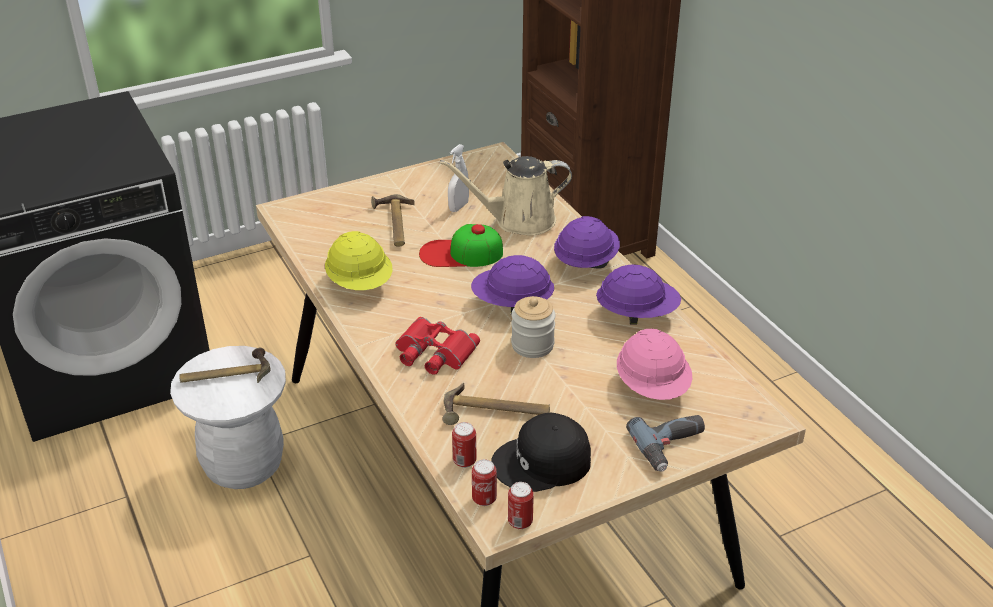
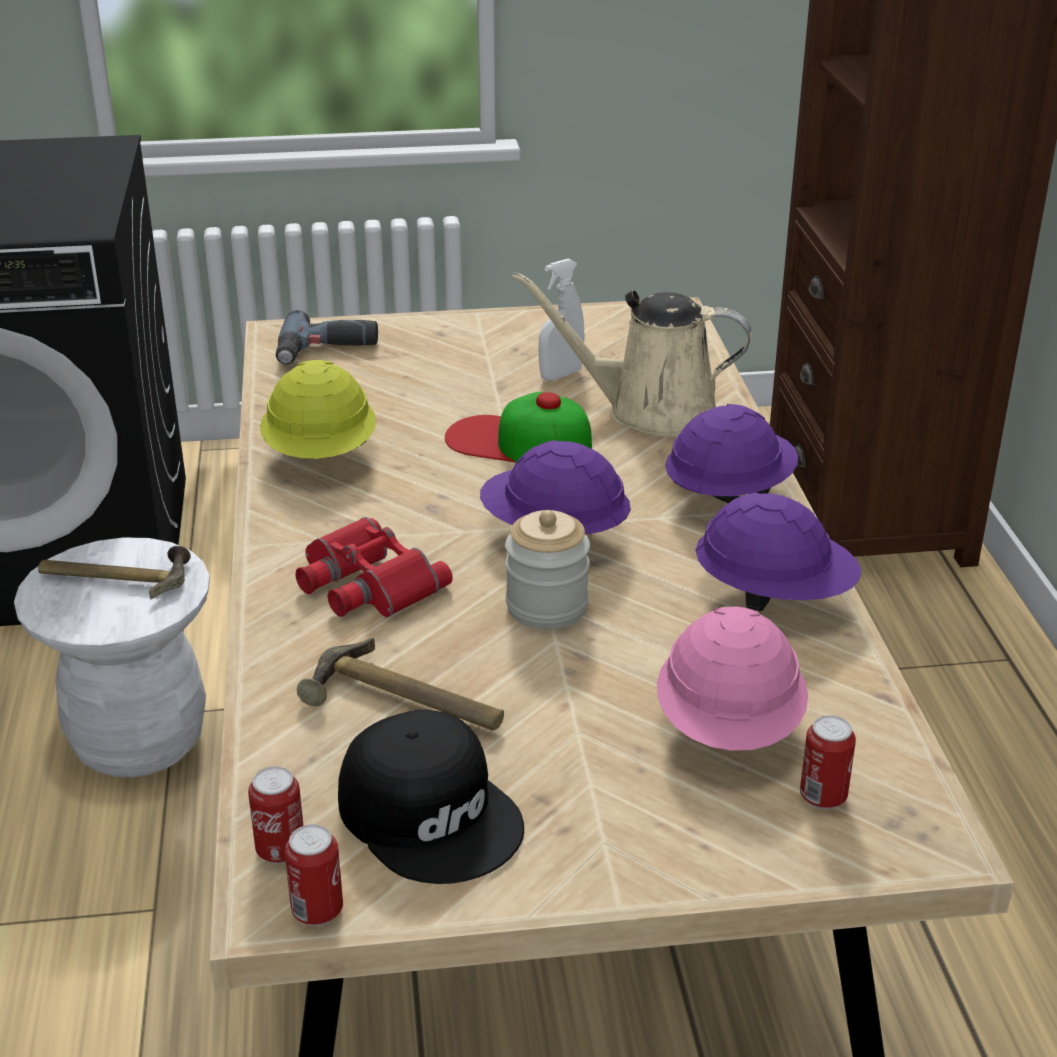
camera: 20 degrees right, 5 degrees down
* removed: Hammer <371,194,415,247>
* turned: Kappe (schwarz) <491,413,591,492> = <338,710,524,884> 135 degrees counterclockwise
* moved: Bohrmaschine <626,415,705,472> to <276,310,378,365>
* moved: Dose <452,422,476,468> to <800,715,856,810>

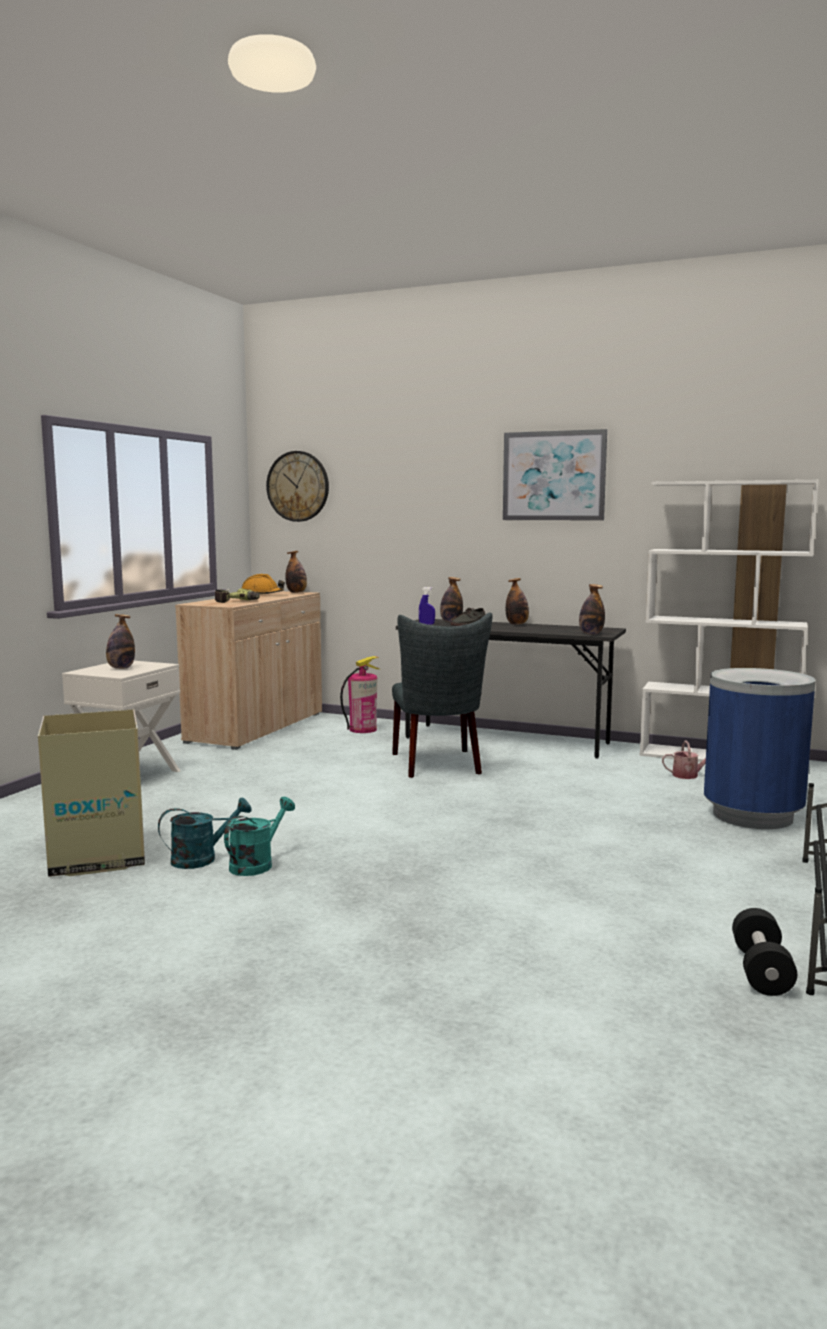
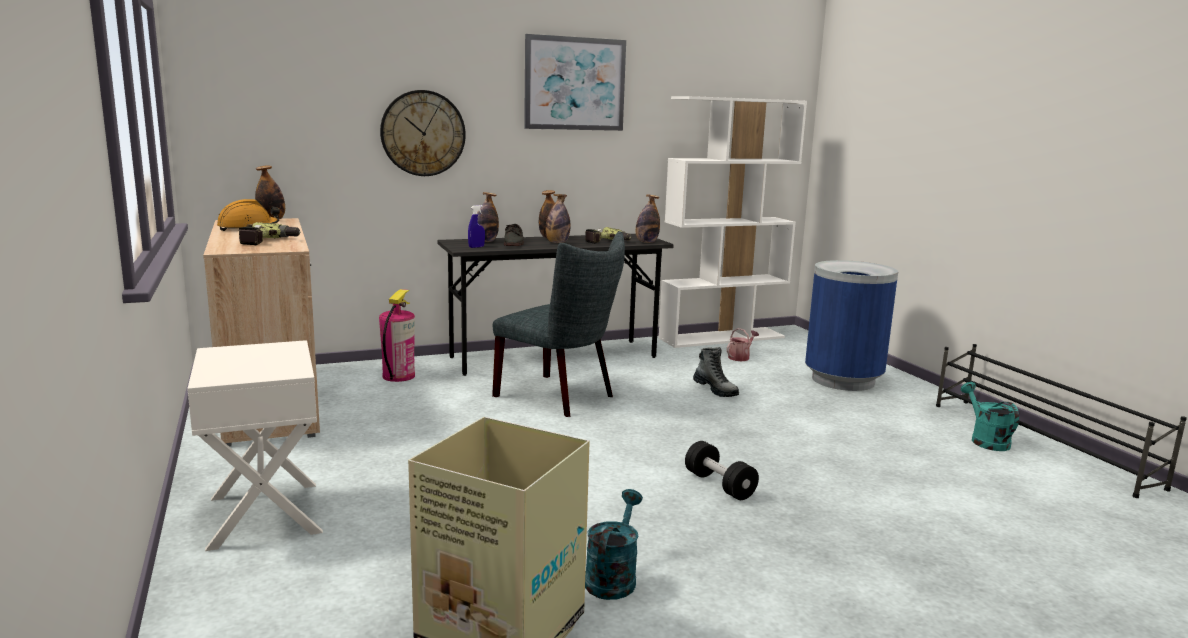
camera: 45 degrees left, 5 degrees up
* moved: Wanduhr <266,451,329,522> to <380,90,466,176>
* moved: Flasche <106,614,135,669> to <545,194,570,243>
* moved: Gießkanne (türkis) <224,797,295,876> to <961,382,1019,451>
* moved: Hantel (schwarz) <732,908,797,996> to <685,441,759,500>
* added: Bohrmaschine <585,227,631,244>
* added: Stiefel <693,347,739,397>

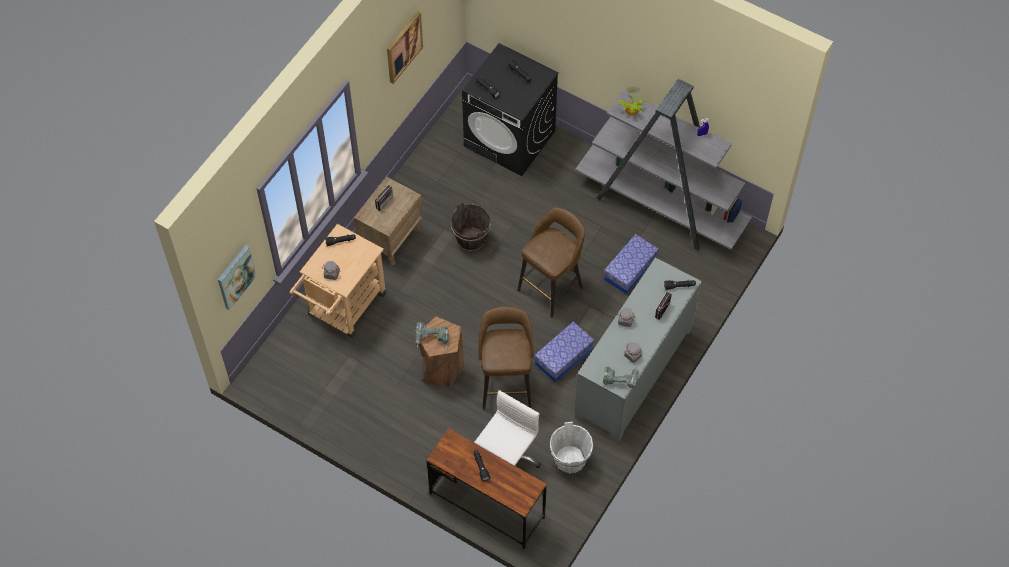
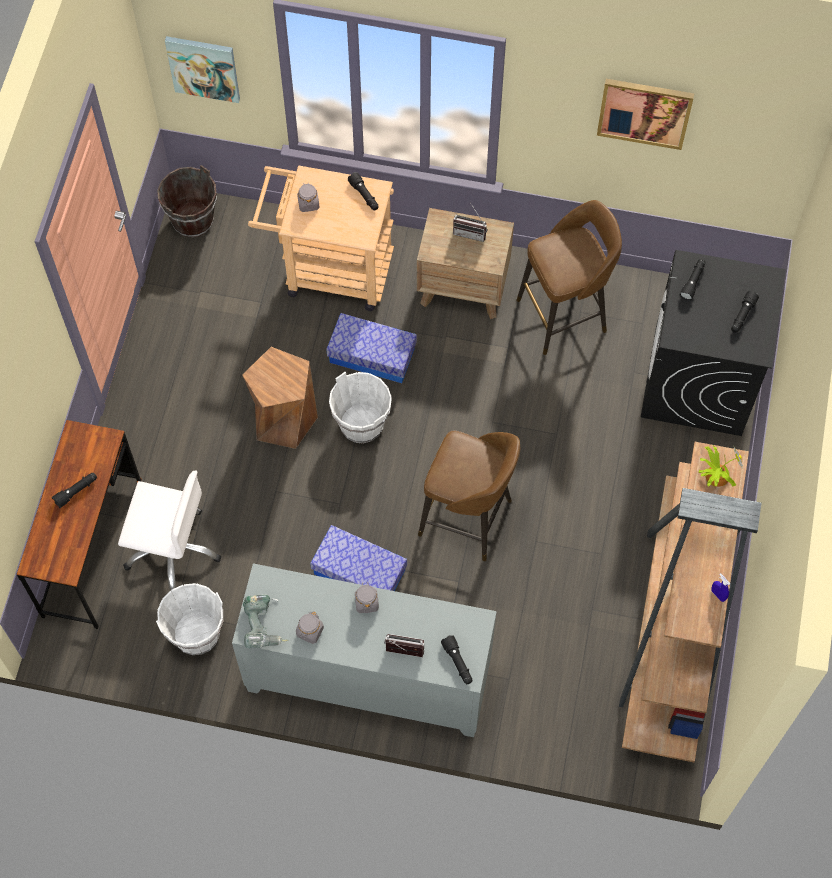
camera: 70 degrees right, 5 degrees up
* recoloured: Bücherregal (grau) <575,79,752,251> to Bücherregal (braun) <619,442,761,762>
* moved: Eimer (braun) <450,202,491,251> to <157,165,217,237>
* moved: Aufbewahrungsbox <603,234,659,295> to <326,313,417,383>
* moved: Hocker (braun) <479,306,534,409> to <516,200,622,355>
* removed: Bohrmaschine <415,322,449,349>
* added: Eimer (weiß) <329,372,392,443>

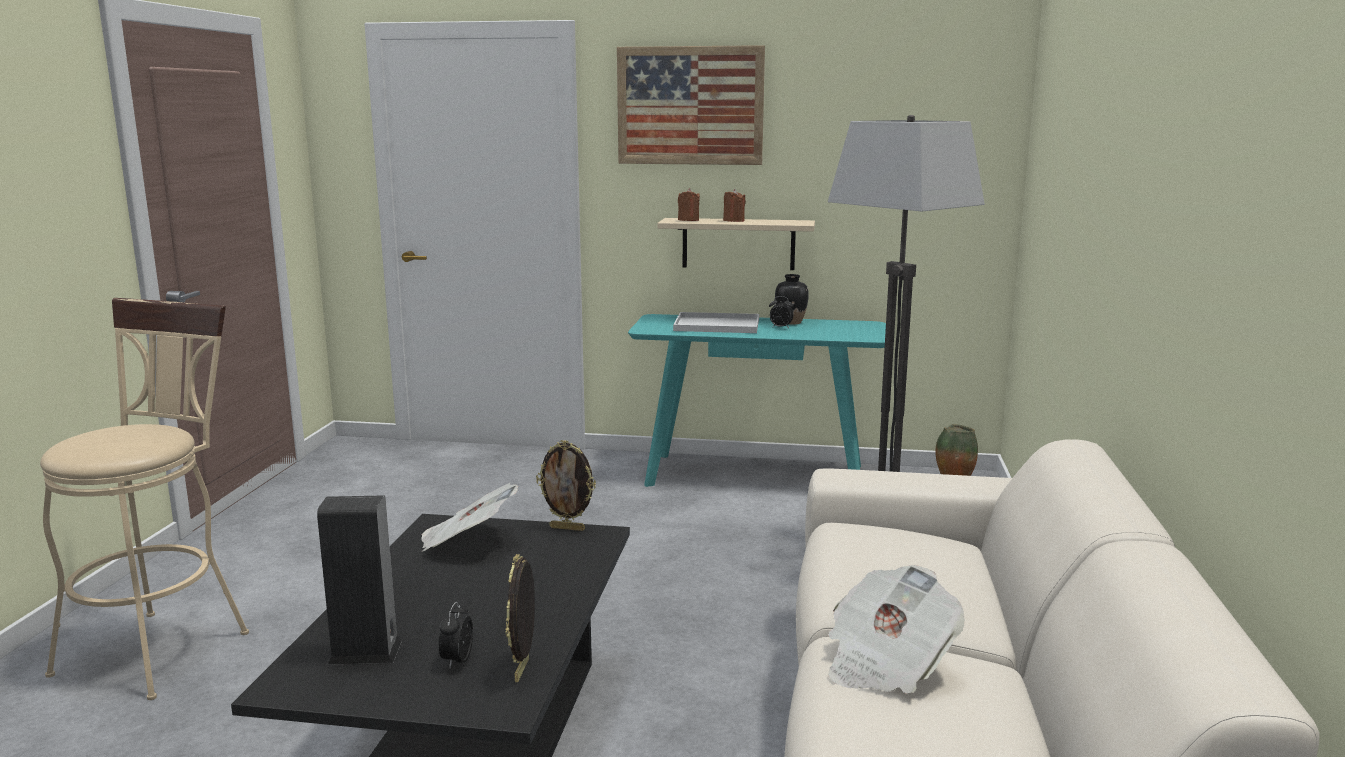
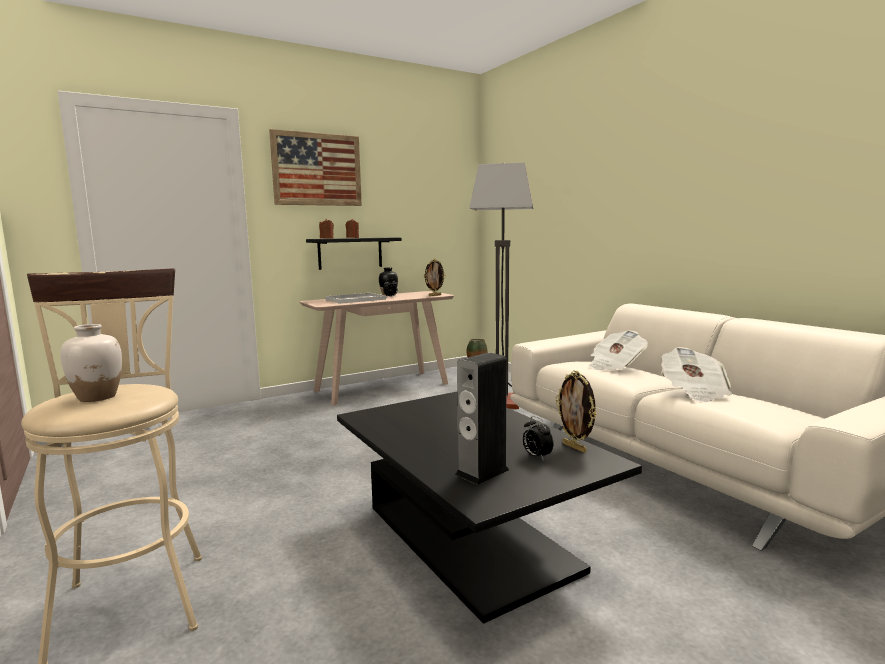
camera: 40 degrees left, 5 degrees down
* recoloured: Wandregal (beige) <657,218,815,270> to Wandregal (schwarz) <306,238,402,270>
* recoloured: Konsolentisch (türkis) <628,314,886,487> to Konsolentisch (beige) <300,291,454,405>
* moved: Bilderrahmen <536,440,596,531> to <424,259,446,296>
* moved: Zeitung <421,483,518,552> to <588,330,648,370>
* added: Vase (weiß) <60,324,122,402>

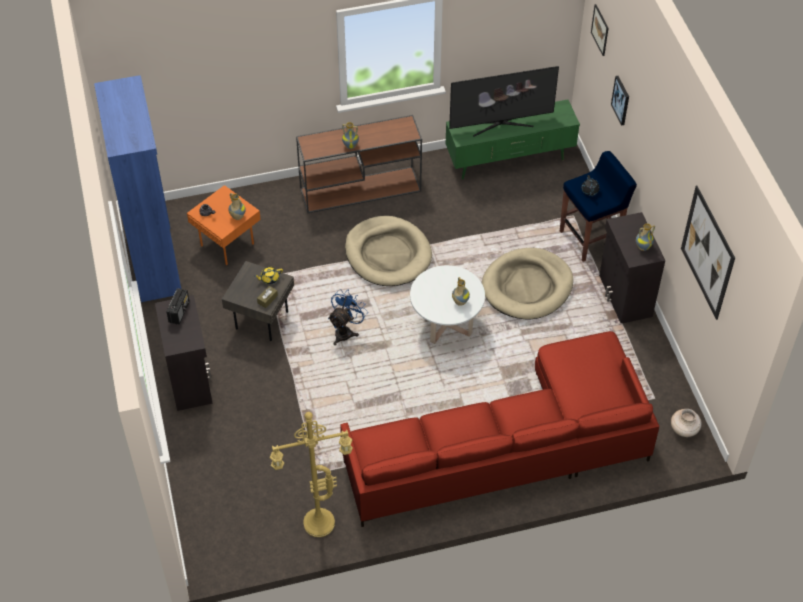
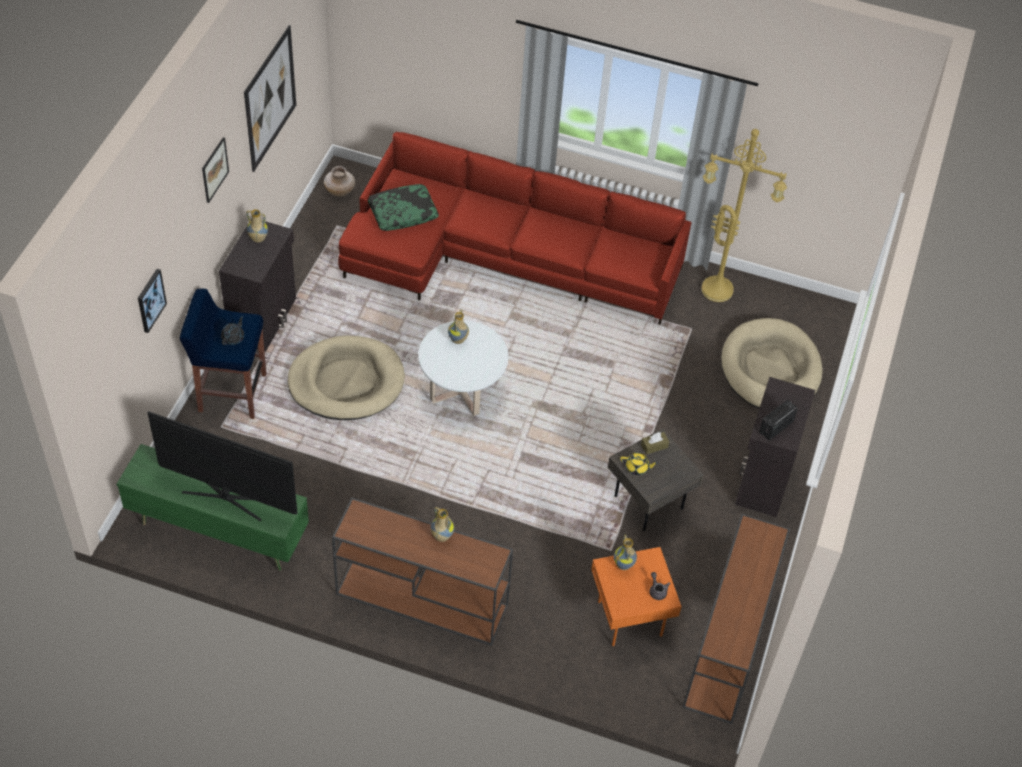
camera: 150 degrees left, 0 degrees up
* moved: Bild <591,4,608,56> to <202,137,229,203>
* replaced: Bücherregal (blau) <94,75,181,302> to Konsolentisch (braun) <682,514,790,724>
* moved: Hundebett (beige) <345,216,432,286> to <721,318,823,409>
* removed: Ventilator (blau) <328,289,368,345>
* added: Kissen <368,184,439,231>

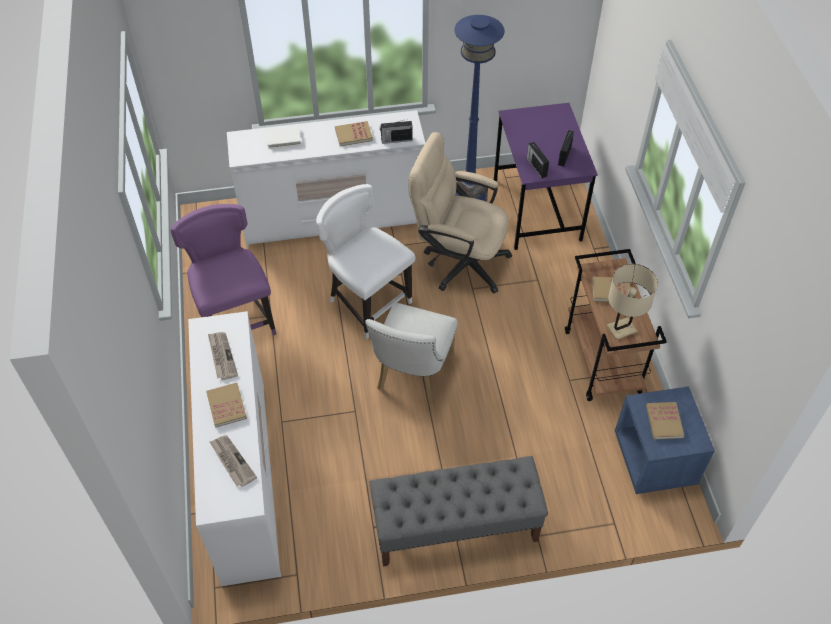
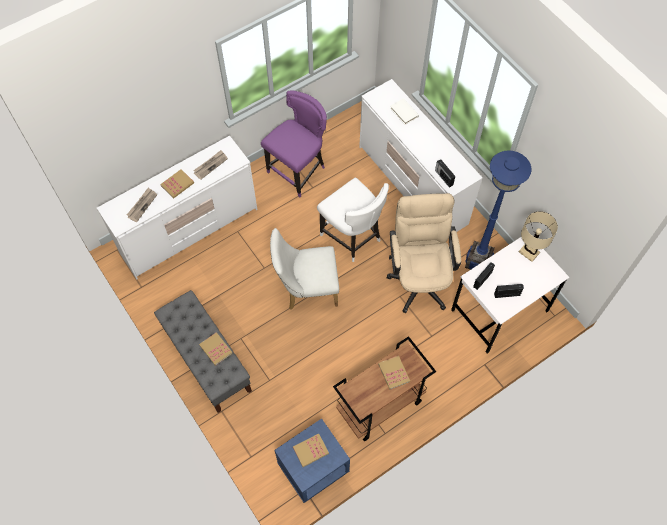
camera: 65 degrees right, 10 degrees up
* recoloured: Schreibtisch (lila) <494,103,598,250> to Schreibtisch (weiß) <451,237,570,353>
* moved: Buch <335,121,373,146> to <199,332,232,366>
* turned: Stuhl (weiß) <316,184,415,339> = <317,178,389,262> 120 degrees clockwise
* moved: Tischlampe (beige) <607,264,658,340> to <518,211,558,262>

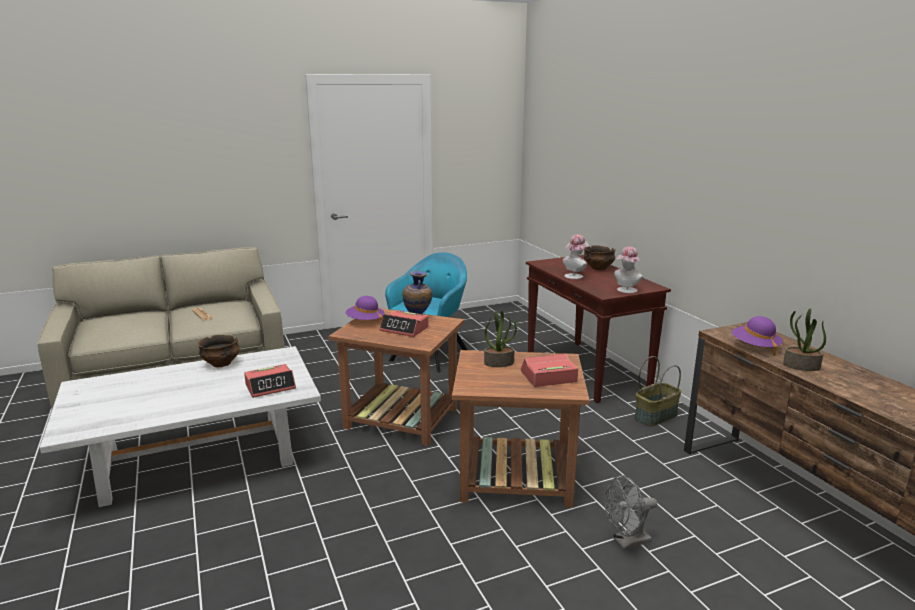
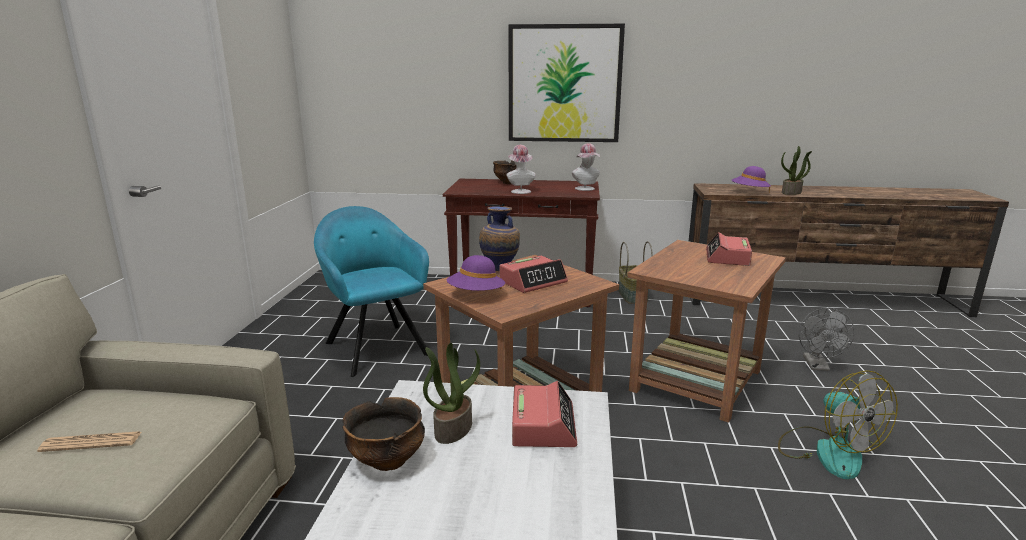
camera: 60 degrees left, 0 degrees up
* moved: Topfpflanze <484,310,517,367> to <423,343,480,444>
* added: Bild <509,24,625,142>
* added: Ventilator <778,370,898,479>

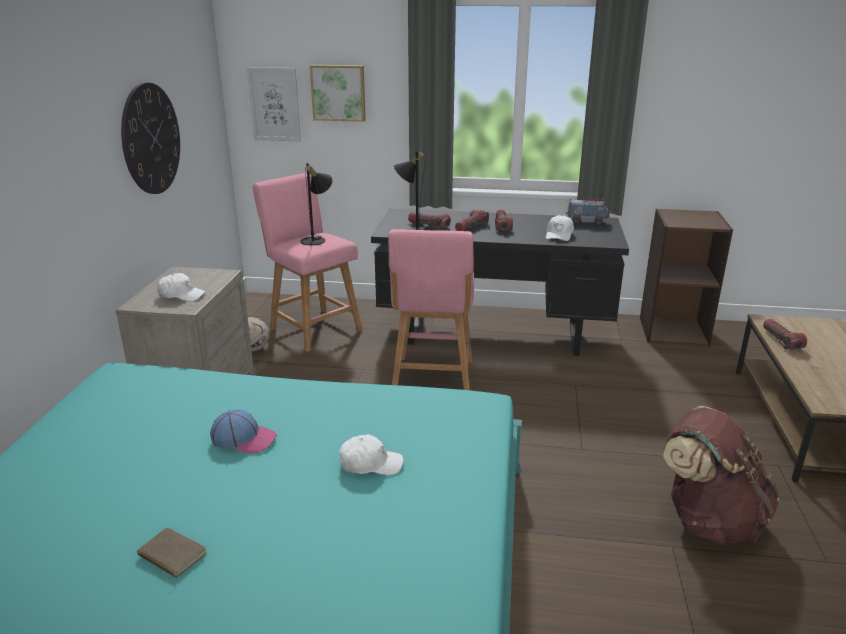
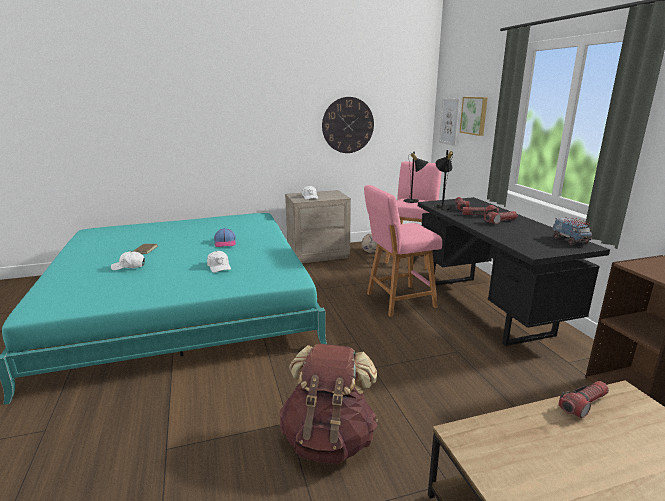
camera: 65 degrees right, 5 degrees down
* moved: Kappe (weiß) <546,215,574,241> to <111,251,145,270>

